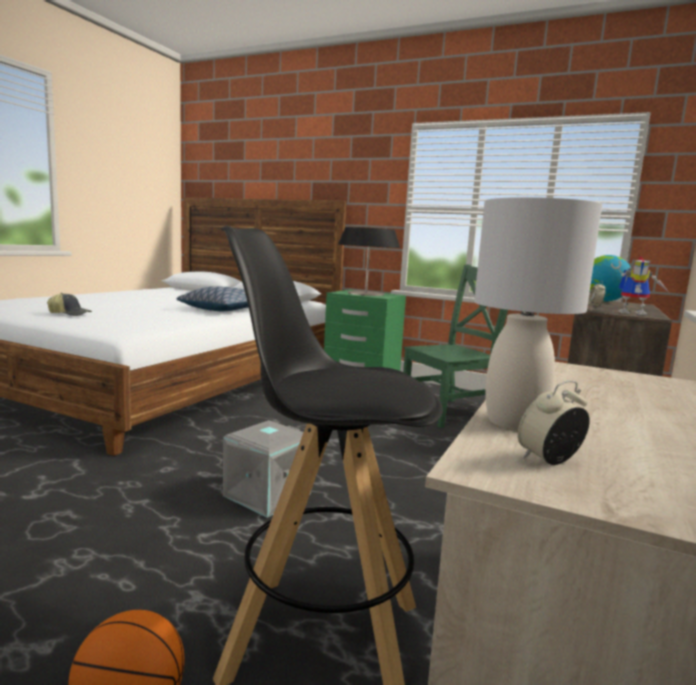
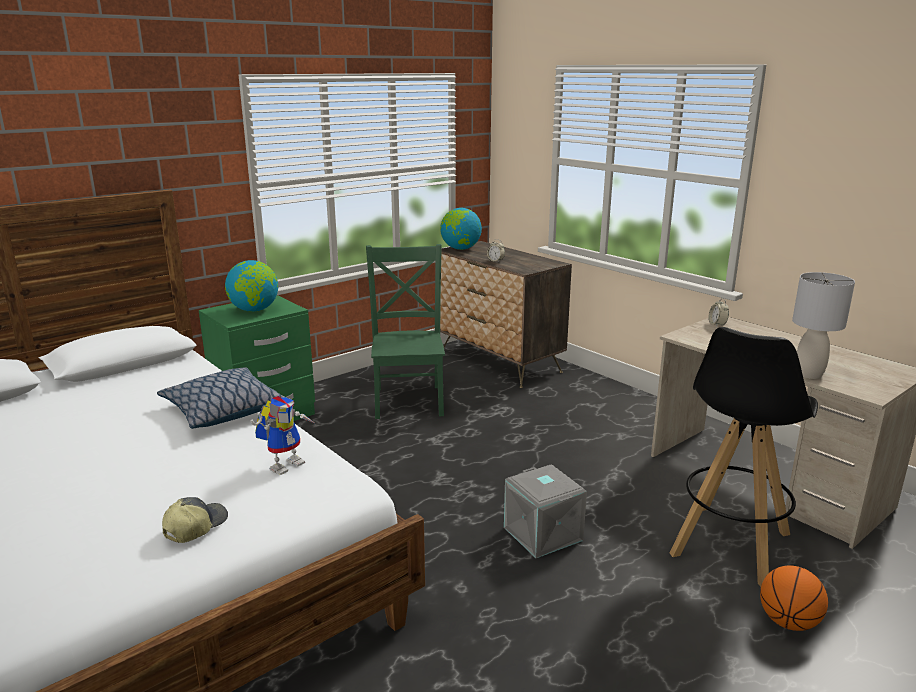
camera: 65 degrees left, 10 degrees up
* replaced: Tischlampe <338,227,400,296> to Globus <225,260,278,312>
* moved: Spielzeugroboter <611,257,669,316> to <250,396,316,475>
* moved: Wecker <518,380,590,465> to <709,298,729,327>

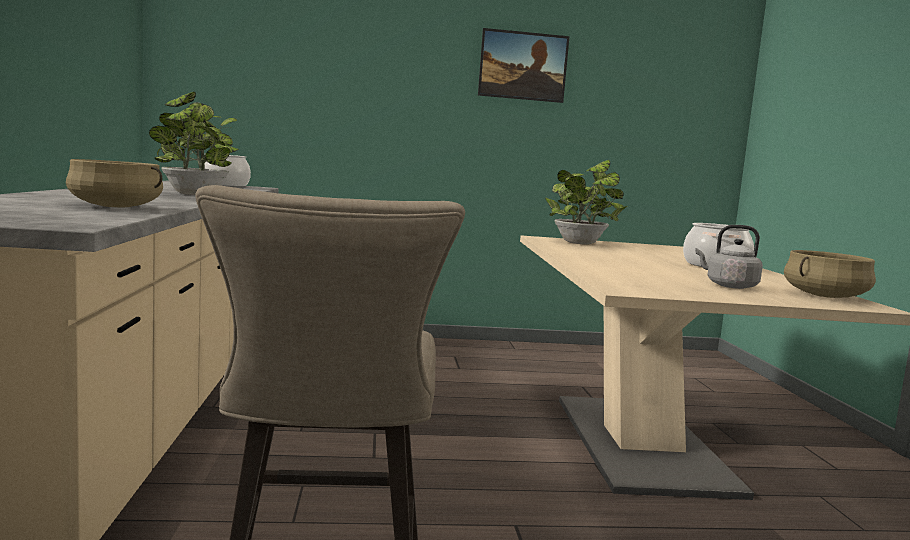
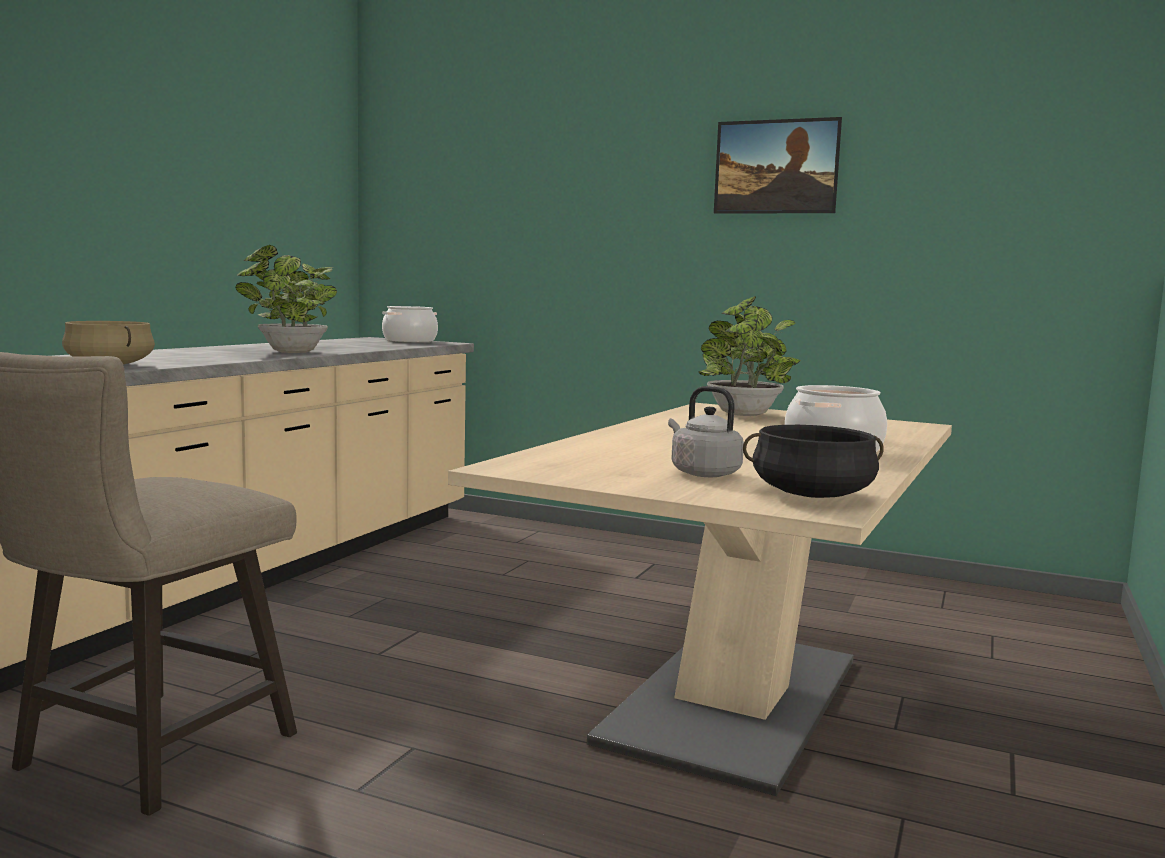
camera: 30 degrees right, 0 degrees up
* recoloured: Kochtopf (beige) <784,250,876,298> to Kochtopf (schwarz) <743,425,884,498>

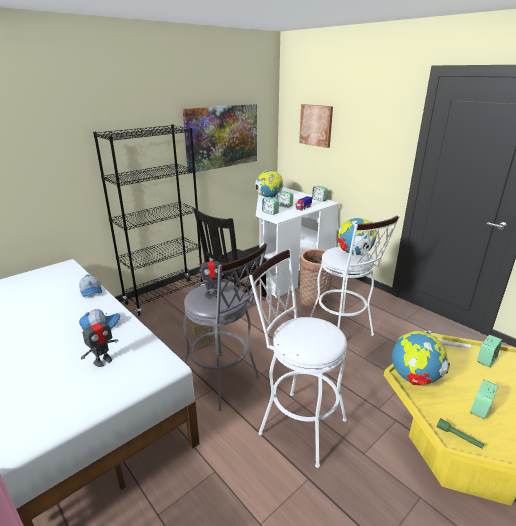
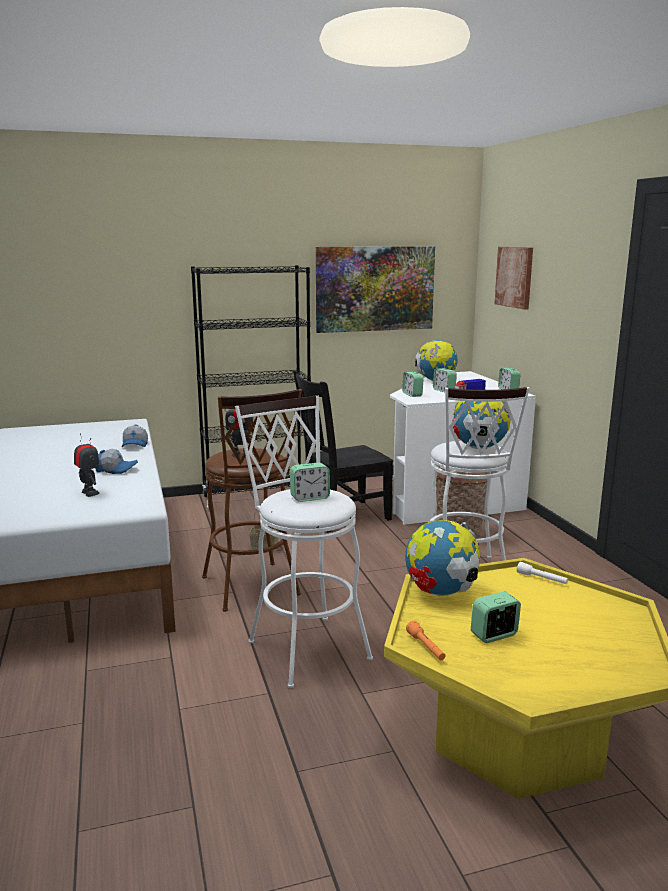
camera: 25 degrees right, 10 degrees down
* recoloured: Hocker (grau) <183,243,268,411> to Hocker (braun) <202,389,302,612>
* turned: Spielzeugroboter <80,313,118,367> = <74,433,99,497> 105 degrees counterclockwise
* moved: Wecker <477,335,502,367> to <290,462,330,502>
* recoloured: Taschenlampe (grün) <437,418,484,449> to Taschenlampe (orange) <406,621,445,660>

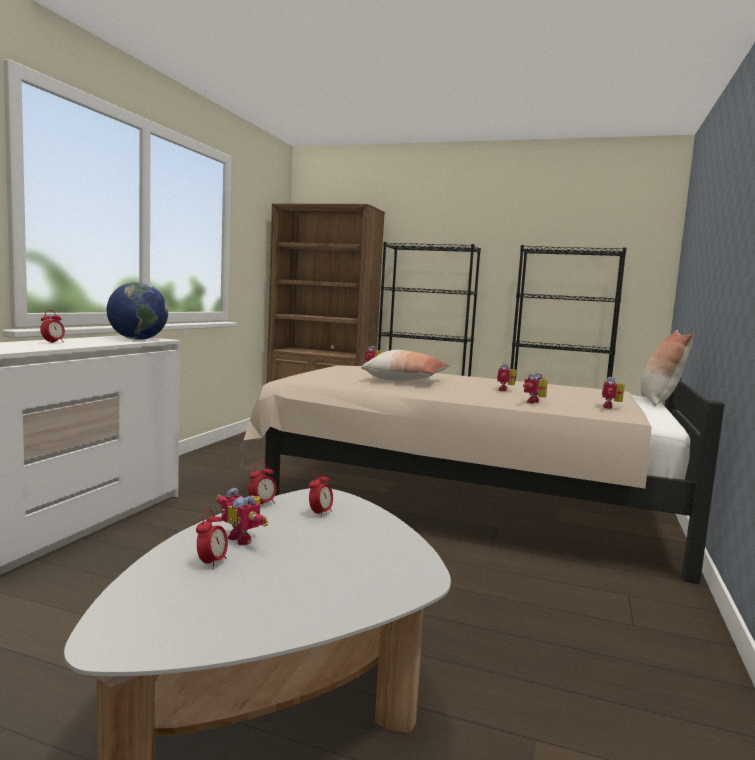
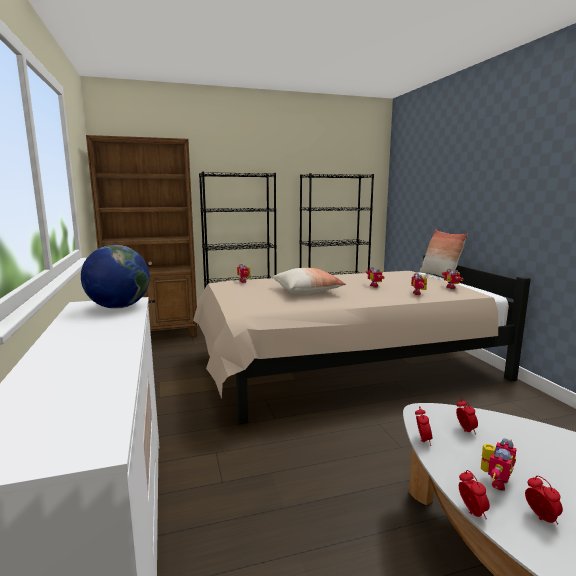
camera: 35 degrees left, 5 degrees up
* moved: Wecker <40,310,65,343> to <459,470,490,519>
* turned: Spielzeugroboter <216,488,268,545> = <481,438,517,491> 60 degrees counterclockwise

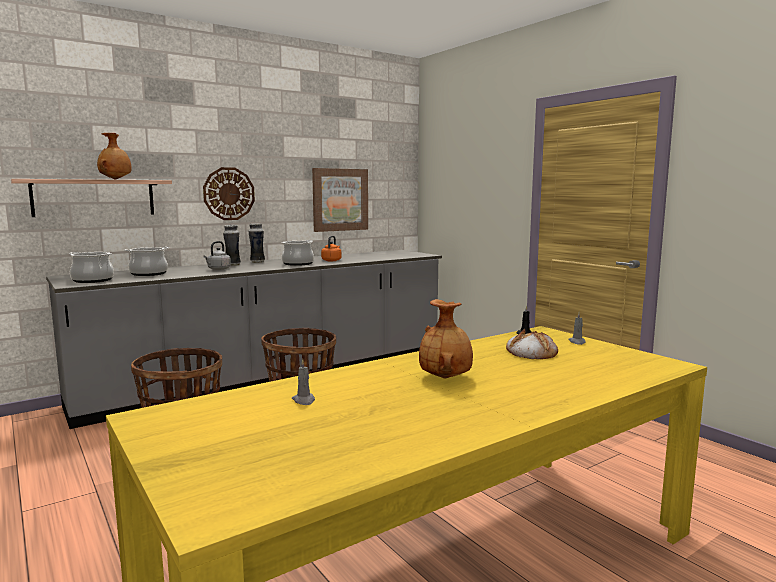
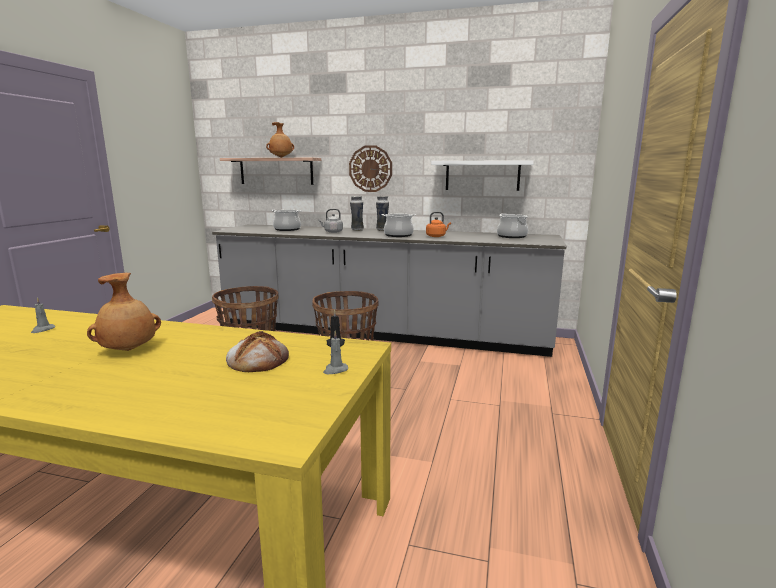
camera: 50 degrees right, 5 degrees up
* replaced: Bild <312,168,368,232> to Wandregal (weiß) <431,160,534,191>
* moved: Kochtopf <69,252,114,283> to <497,213,528,238>

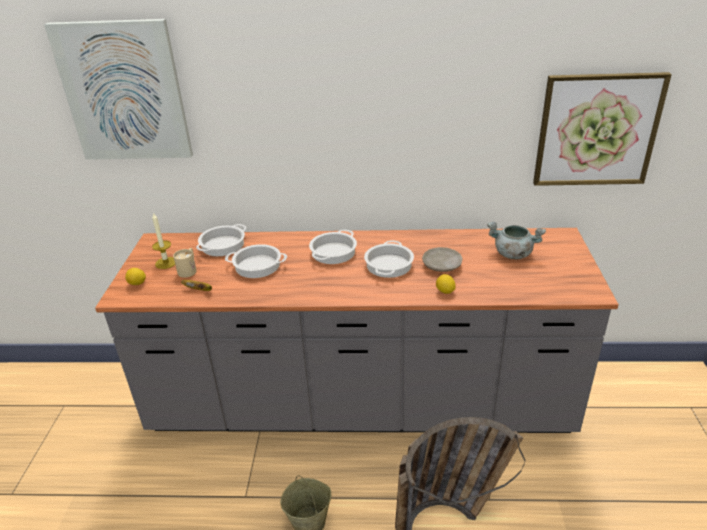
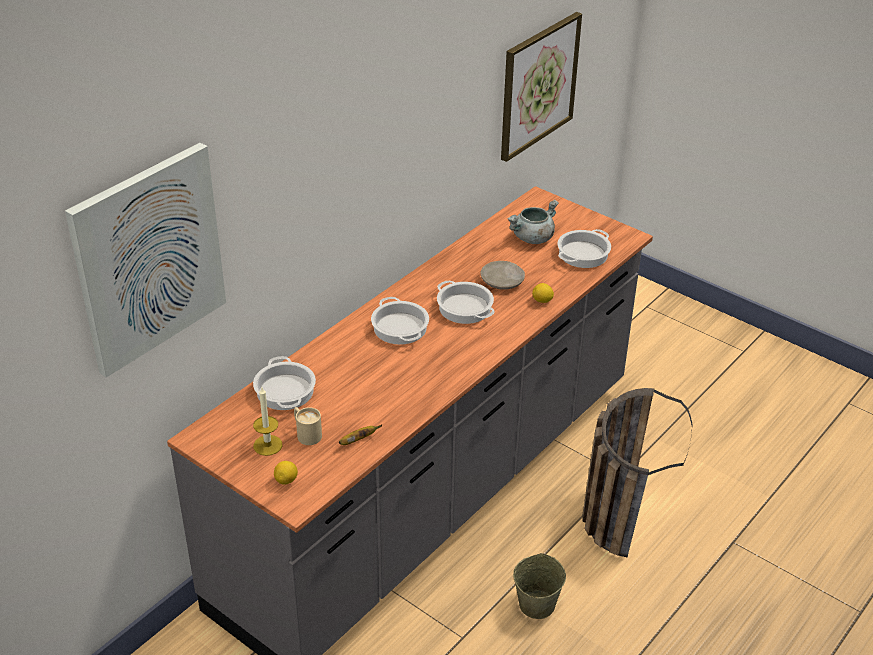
camera: 55 degrees left, 5 degrees up
* moved: Kochtopf <225,244,287,278> to <558,229,611,268>

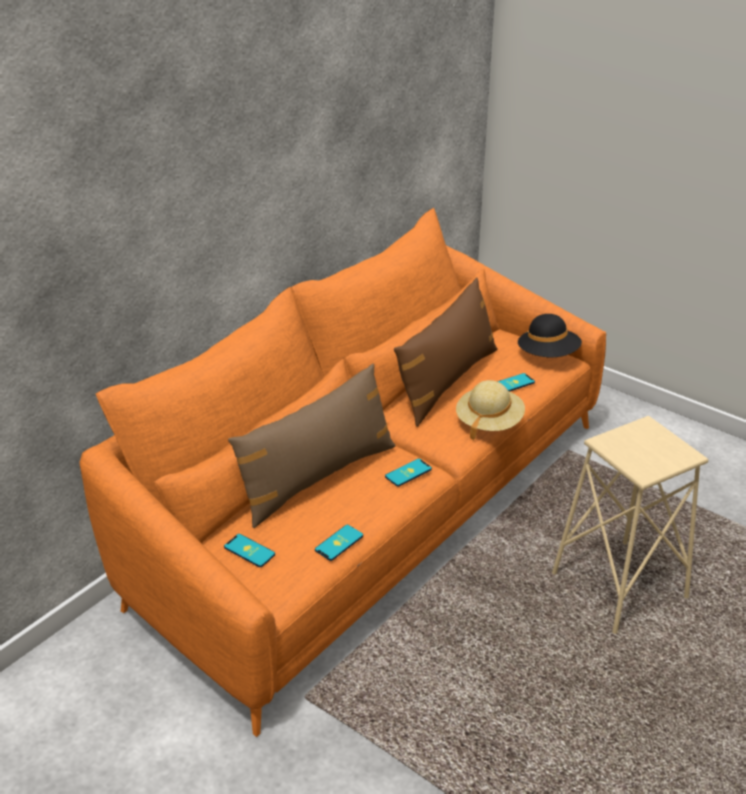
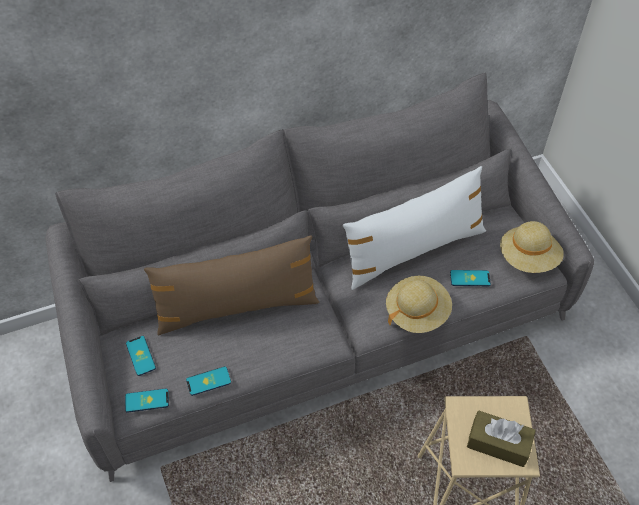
camera: 30 degrees right, 20 degrees up
* recoloured: Sofa (orange) <79,208,606,737> to Sofa (grau) <46,73,594,482>
* recoloured: Kissen (braun) <394,277,498,427> to Kissen (weiß) <343,166,486,290>
* recoloured: Hut (schwarz) <518,314,582,357> to Hut (beige) <500,221,564,273>
* moved: Handy <385,459,432,487> to <125,388,169,413>
* added: Taschentuchbox (braun) <467,411,536,467>

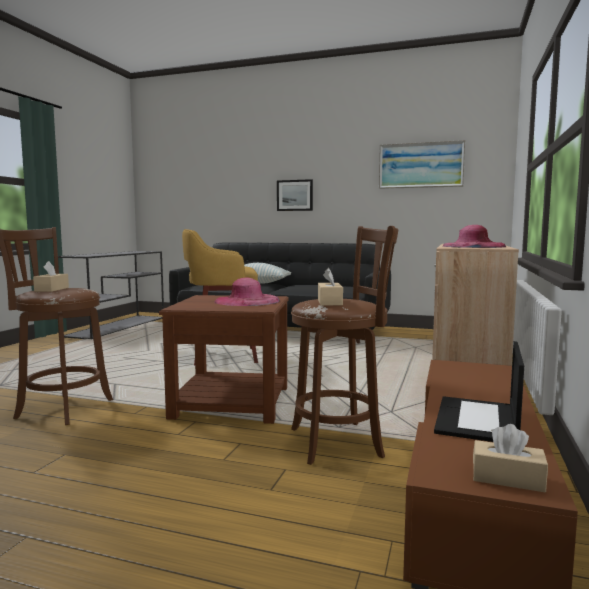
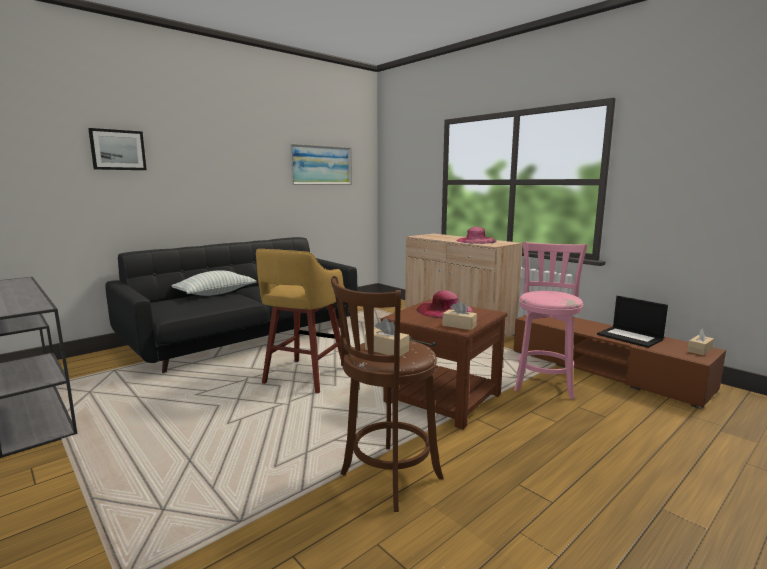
camera: 60 degrees left, 5 degrees up
* moved: Bild <277,179,313,211> to <88,128,147,170>
* recoloured: Hocker (braun) <291,226,398,465> to Hocker (rosa) <514,241,587,399>
* moved: Taschentuchbox (beige) <318,268,343,306> to <442,301,477,330>

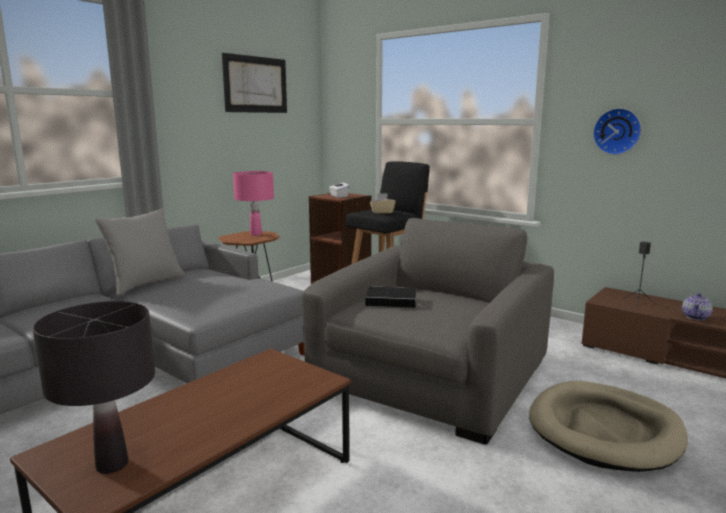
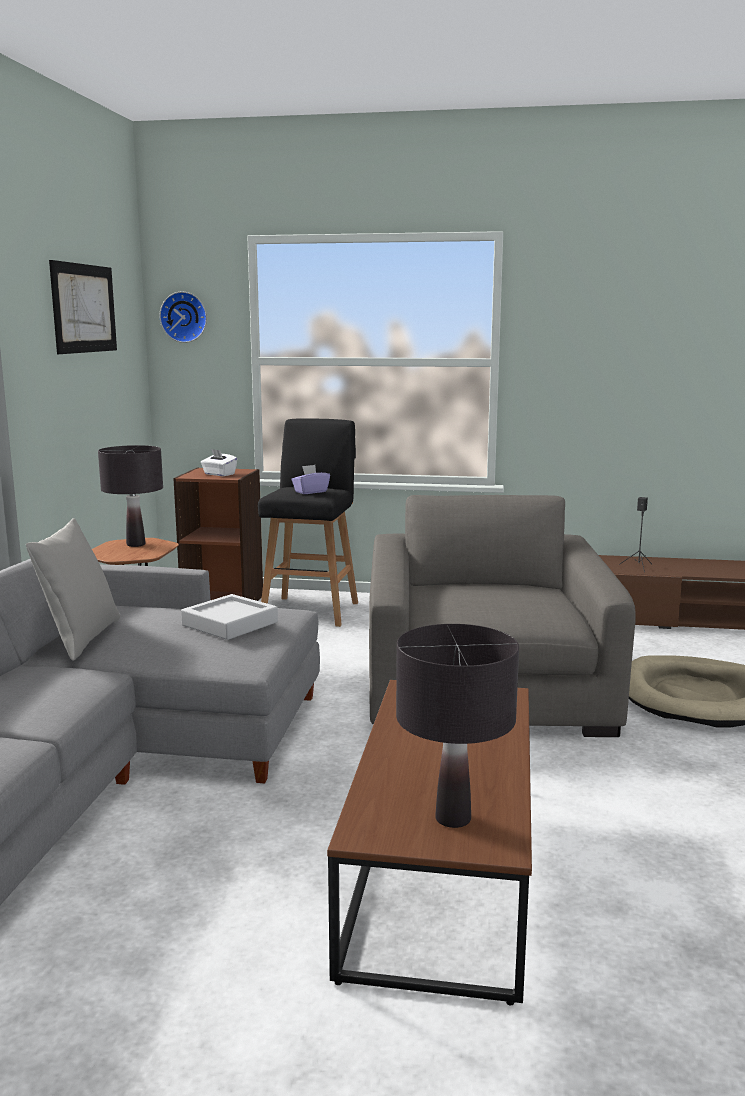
camera: 30 degrees left, 0 degrees up
* moved: Wanduhr <593,108,642,155> to <159,292,207,343>
* recoloured: Tischlampe (rosa) <233,171,274,236> to Tischlampe (schwarz) <98,445,163,547>
* recoloured: Taschentuchbox (beige) <370,193,396,213> to Taschentuchbox (lila) <291,465,330,494>
* removed: Buch <365,286,423,308>
* removed: Teekanne <682,293,713,320>
* added: Tablett (grau) <181,594,278,640>

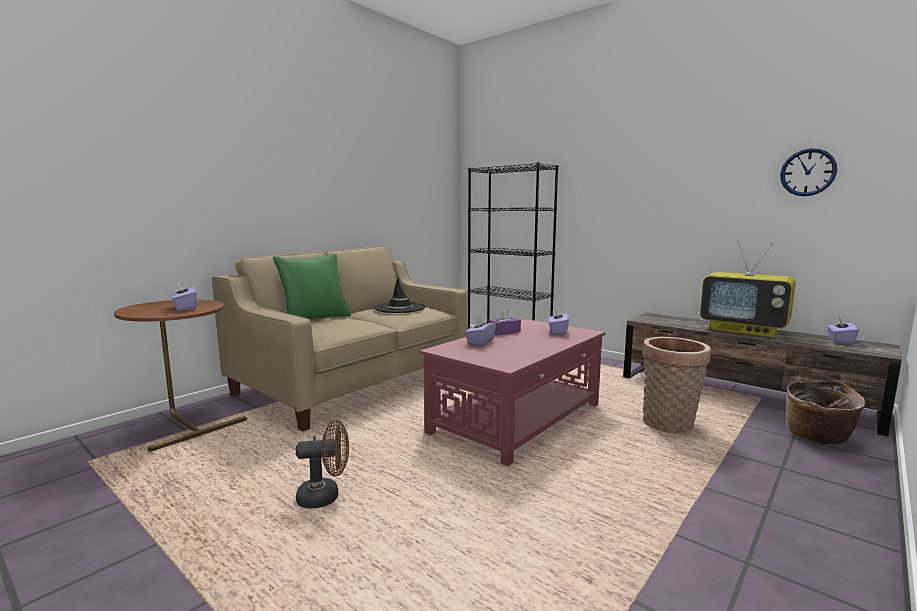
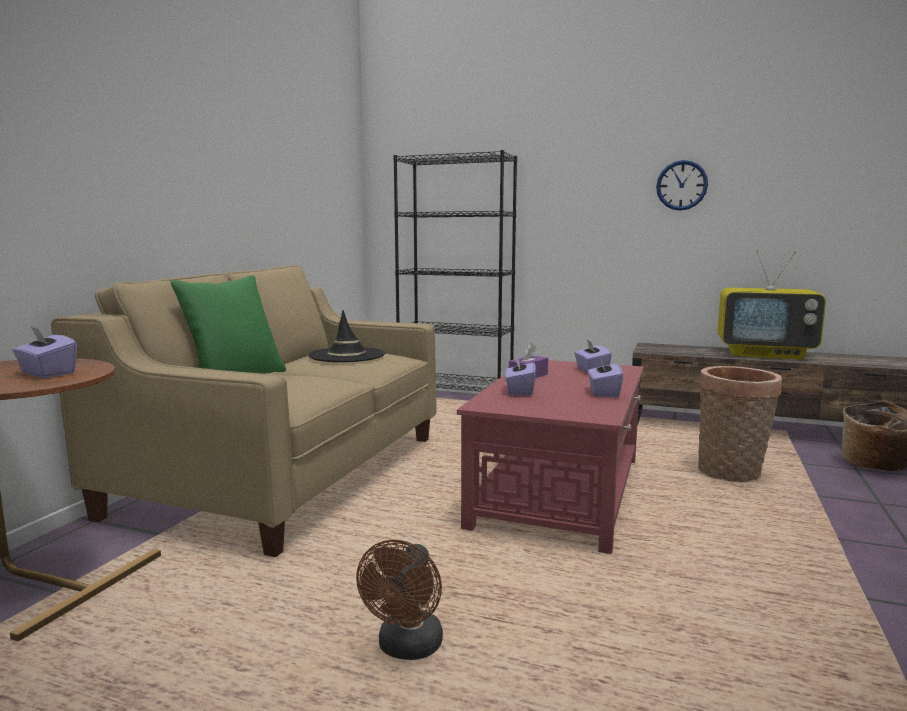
camera: 20 degrees left, 0 degrees up
* moved: Wanduhr <780,148,837,196> to <656,160,708,211>
* moved: Taschentuchbox (lila) <827,318,859,345> to <588,359,623,397>
* turned: Ventilator (braun) <296,420,349,508> = <356,540,443,660> 135 degrees clockwise

